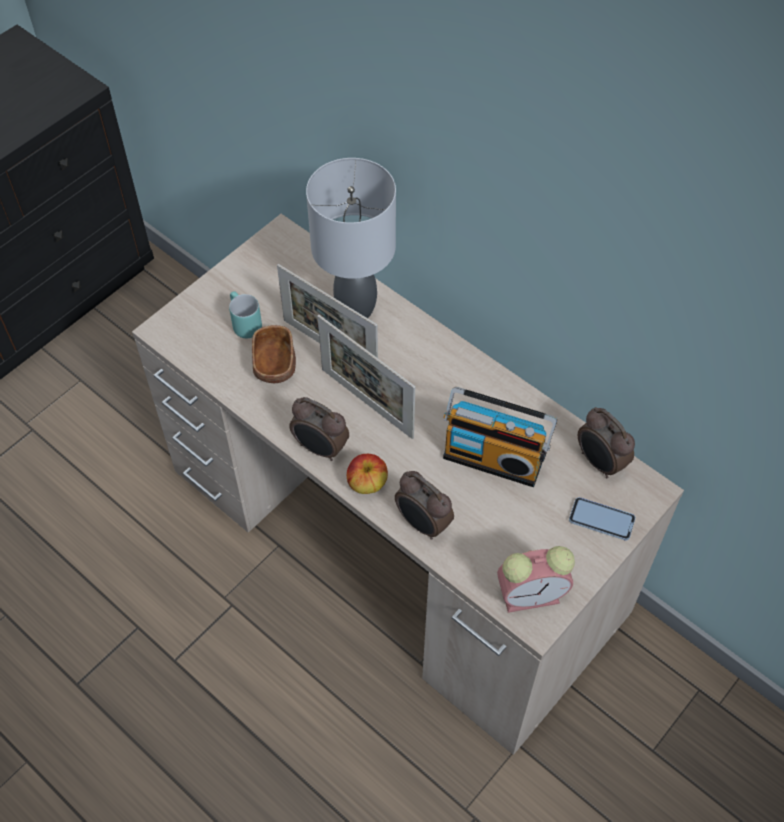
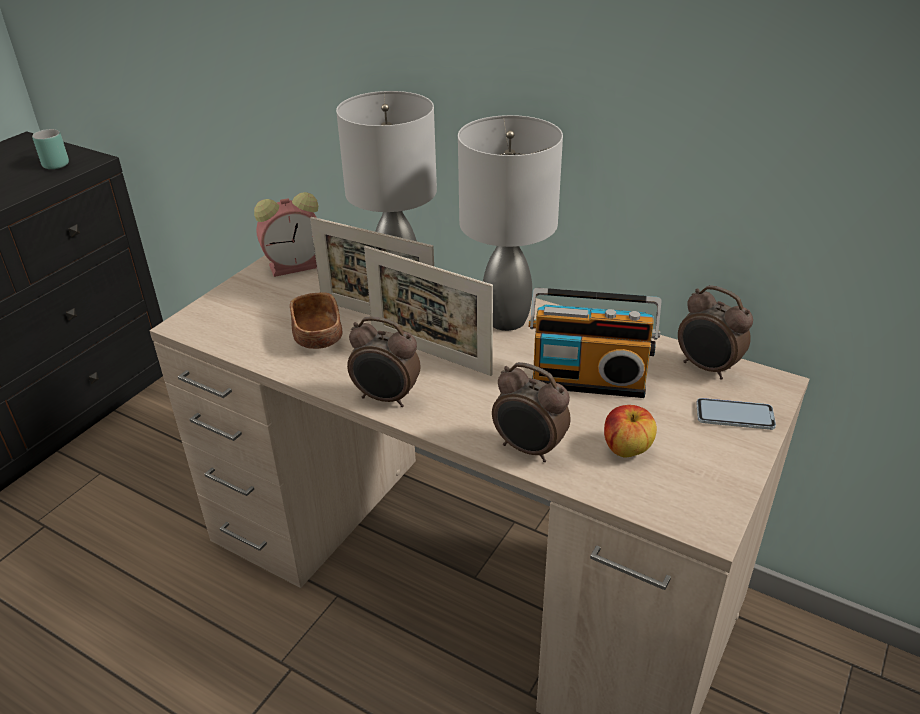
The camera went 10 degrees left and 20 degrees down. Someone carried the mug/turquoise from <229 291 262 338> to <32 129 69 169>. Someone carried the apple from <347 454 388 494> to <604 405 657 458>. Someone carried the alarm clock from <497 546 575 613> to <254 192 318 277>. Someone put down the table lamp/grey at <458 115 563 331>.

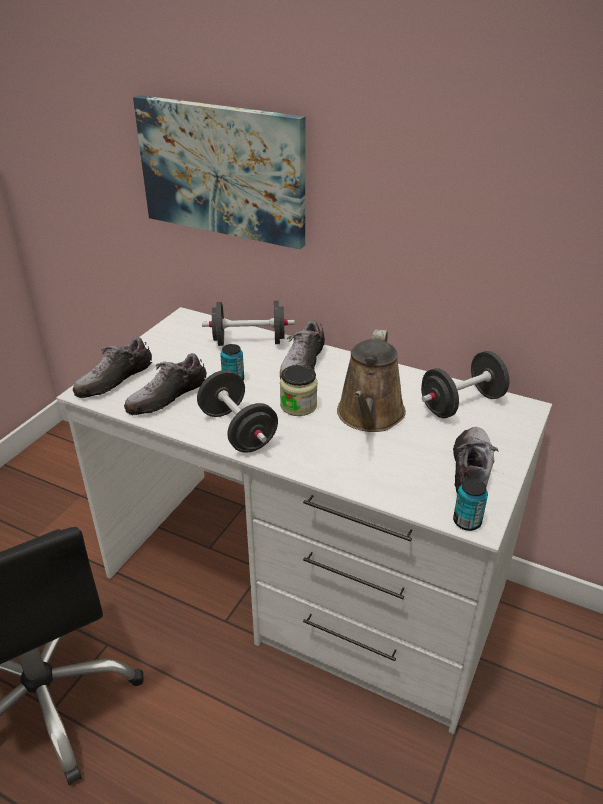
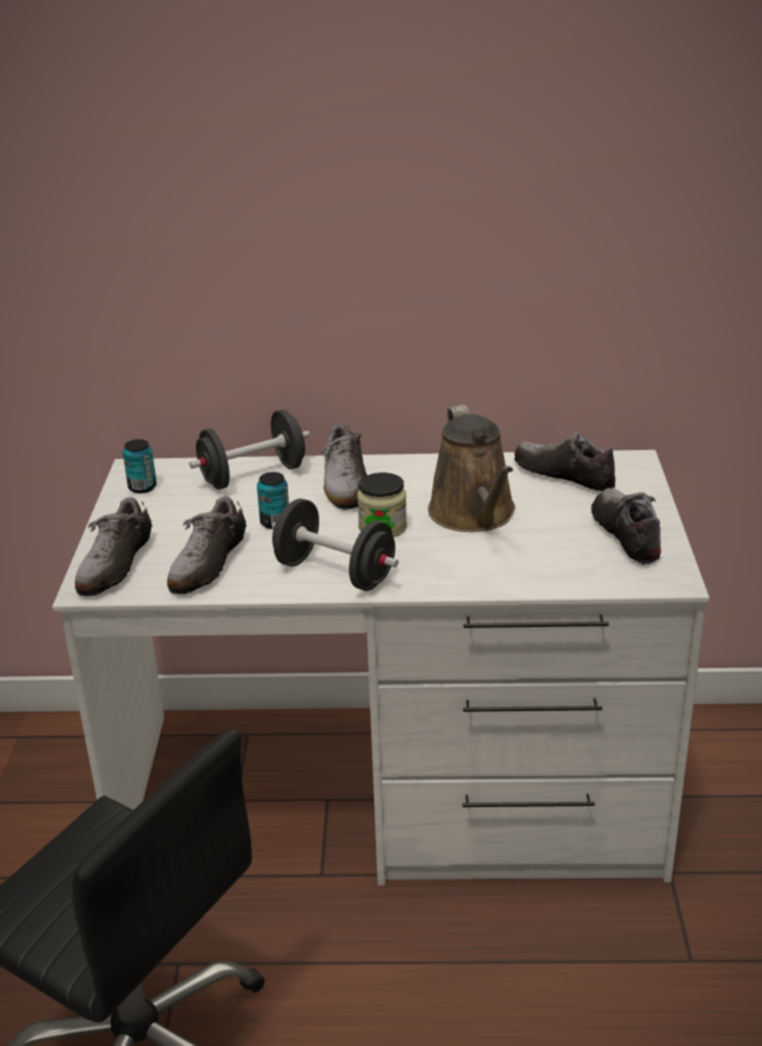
The camera went 25 degrees left and 5 degrees down. Someone took away the picture at <133 95 306 249>. Someone swapped the dumbbell/black at <421 351 510 418> for the shoe at <514 432 616 491>. Someone carried the can from <453 479 488 531> to <123 439 157 493>.

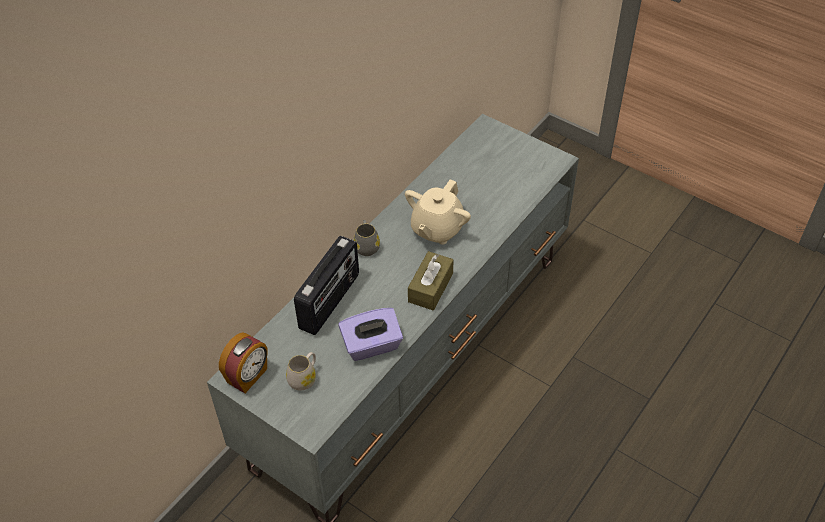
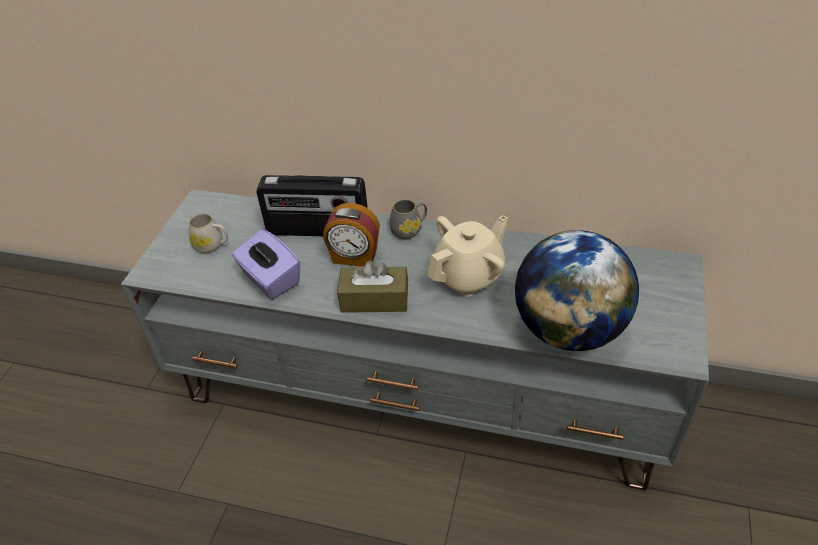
The camera went 70 degrees right and 5 degrees down. Someone rotated the teapot/beige at <405 179 471 245> by 135 degrees clockwise. Someone carried the alarm clock from <219 332 267 393> to <323 203 380 267>. Someone put down the globe at <515 230 639 351>.

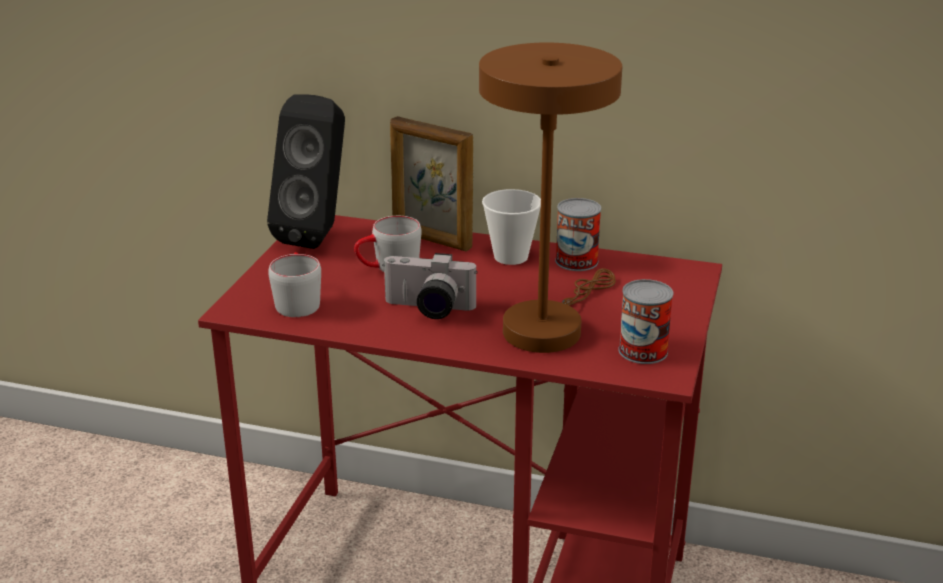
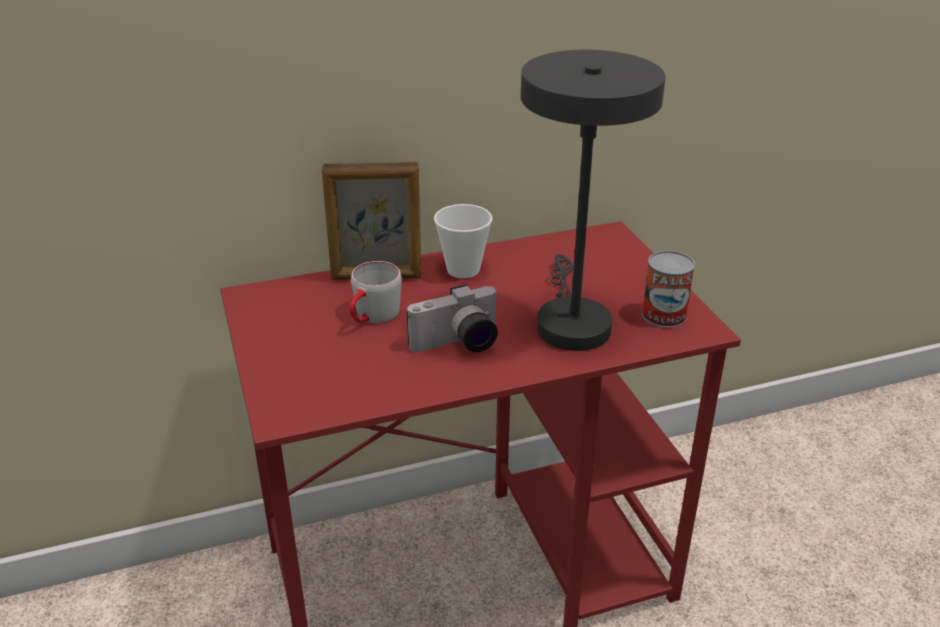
The camera went 35 degrees left and 5 degrees up. Someone repainted the table lamp/brown at <479 43 622 353>, which became the table lamp/grey at <521 50 666 351>. Someone took away the speaker/black at <267 94 345 249>. Someone took away the can at <555 198 601 271>. Someone took away the mug/grey at <268 252 321 317>.

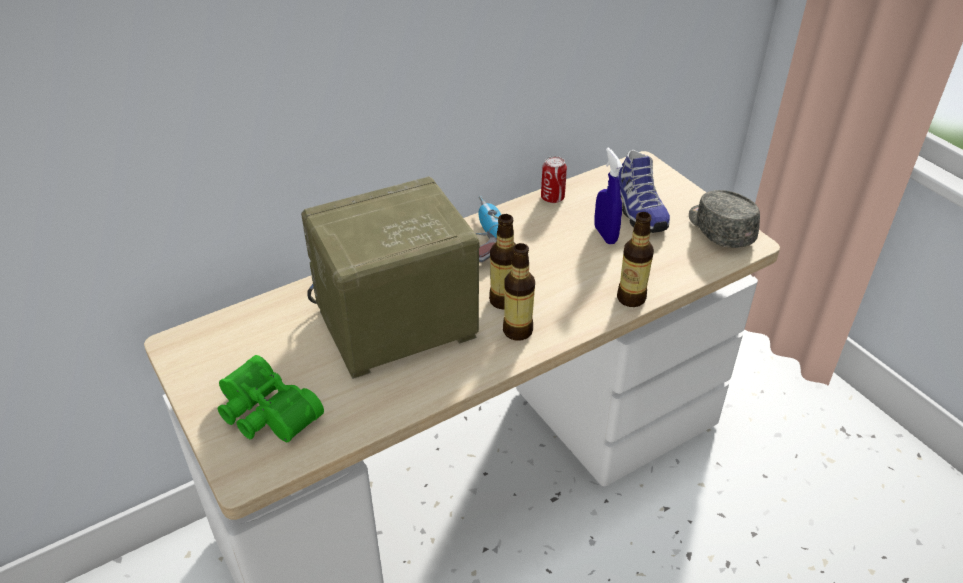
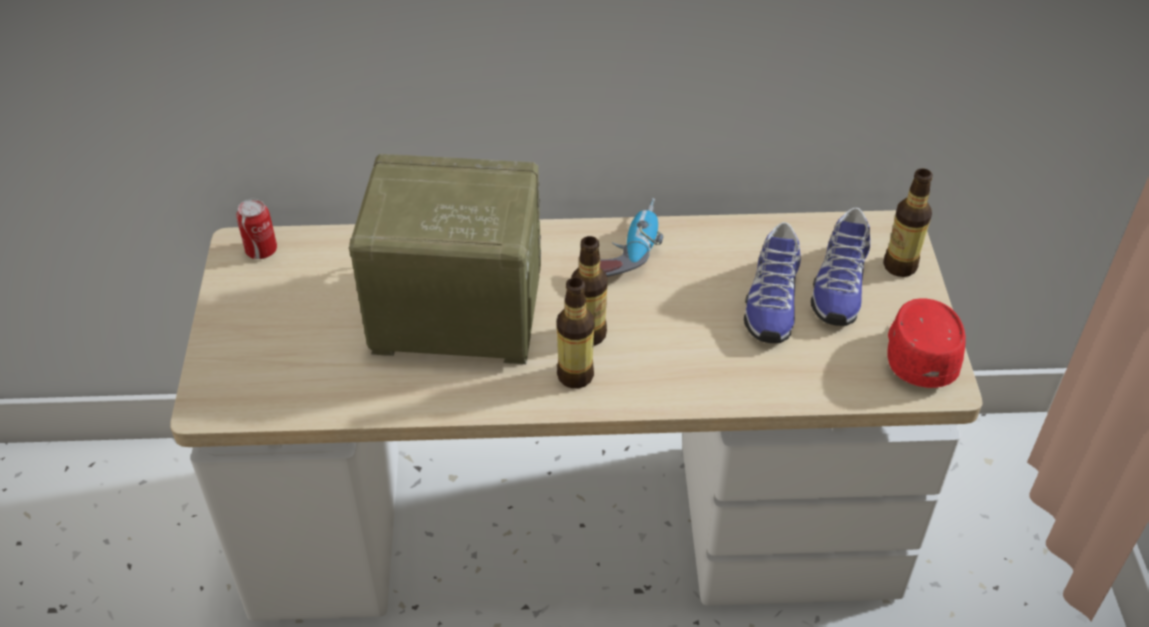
The camera went 30 degrees right and 5 degrees up. Someone swapped the spray bottle/blue at <594 147 623 244> for the shoe at <744 222 801 343>. Someone carried the can from <541 156 567 203> to <236 199 277 259>. Someone repainted the cap/grey at <689 190 760 248>, which became the cap/red at <887 298 966 388>. Someone carried the bottle from <617 212 654 307> to <883 169 933 277>. Someone took away the binoculars/green at <218 355 324 442>.

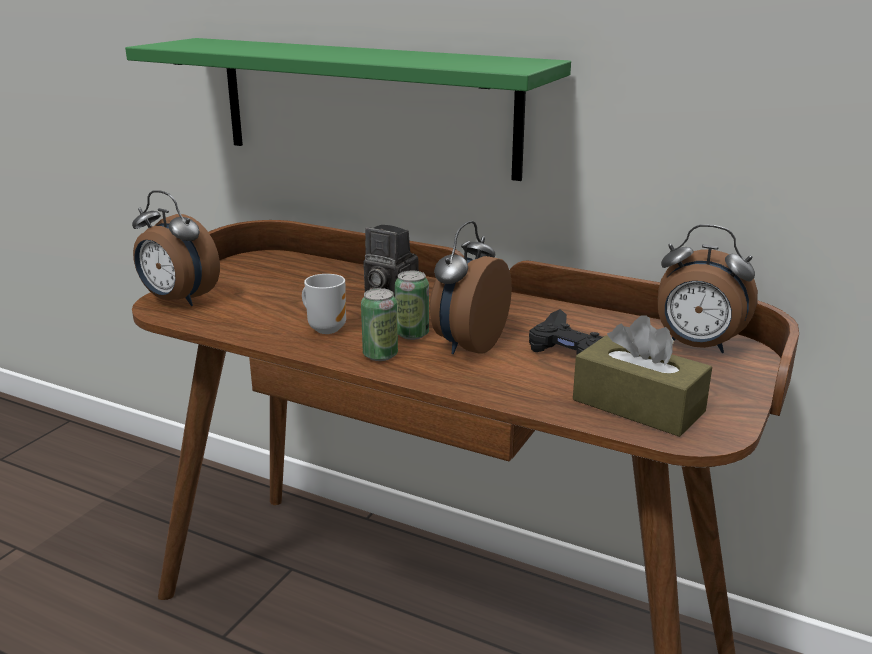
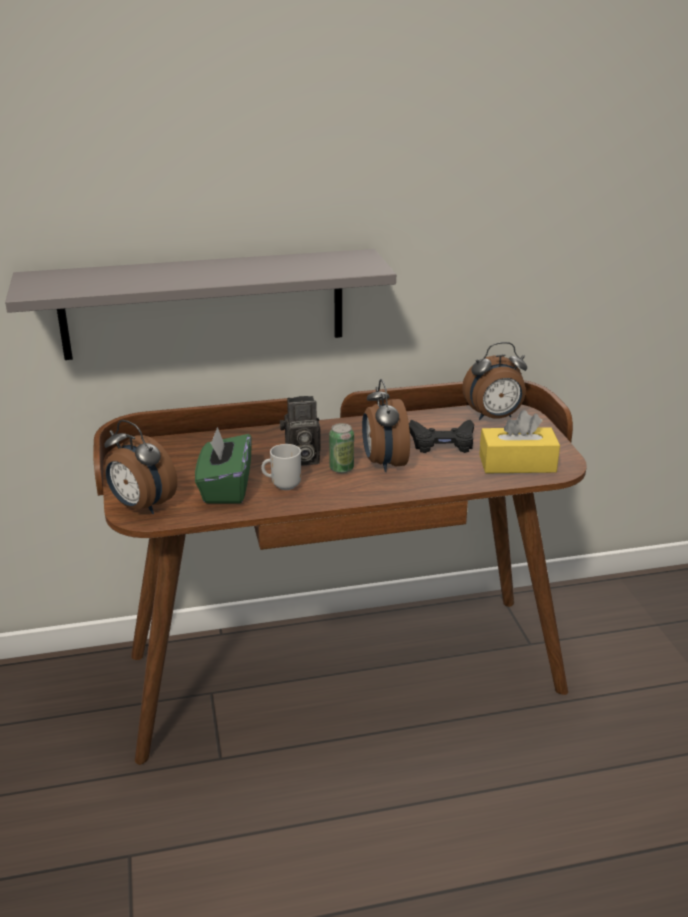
The camera went 40 degrees left and 5 degrees up. Someone repainted the shelf/green at <125 38 571 181>, which became the shelf/grey at <5 249 396 360>. Someone rotated the alarm clock at <132 190 220 306> by 45 degrees clockwise. Someone took away the can at <361 288 398 361>. Someone repainted the tissue box/brown at <573 315 712 437>, which became the tissue box/yellow at <479 410 560 473>. Someone put down the tissue box/green at <195 427 252 504>.

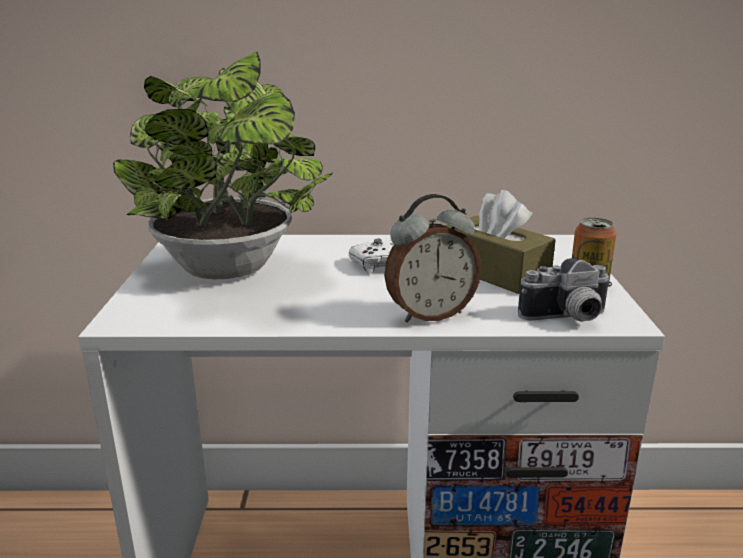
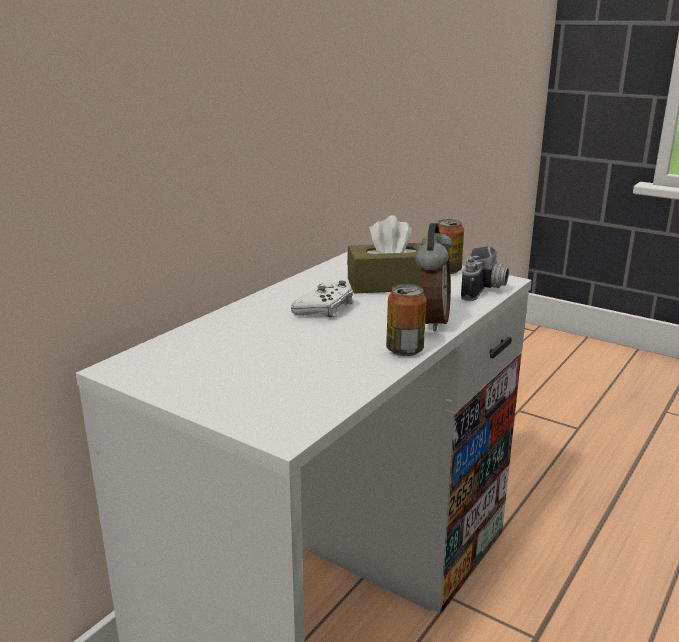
The camera went 55 degrees left and 0 degrees up. Someone took away the potted plant at <113 52 333 279>. Someone put down the can at <386 284 426 356>.

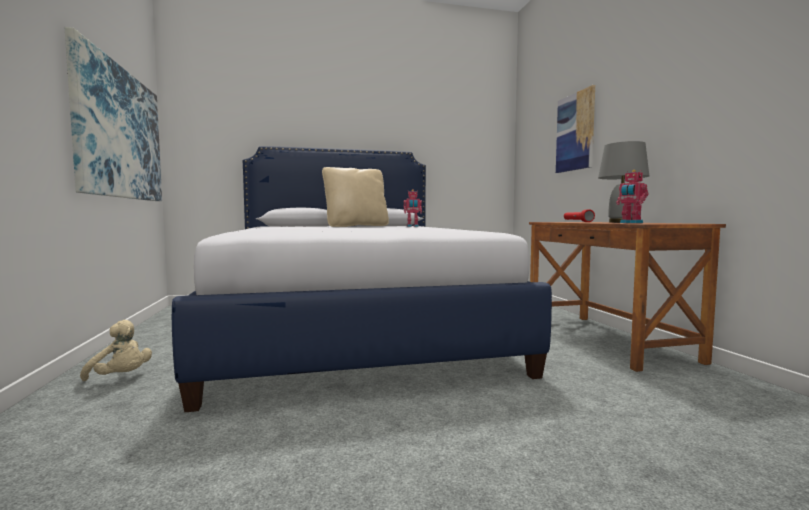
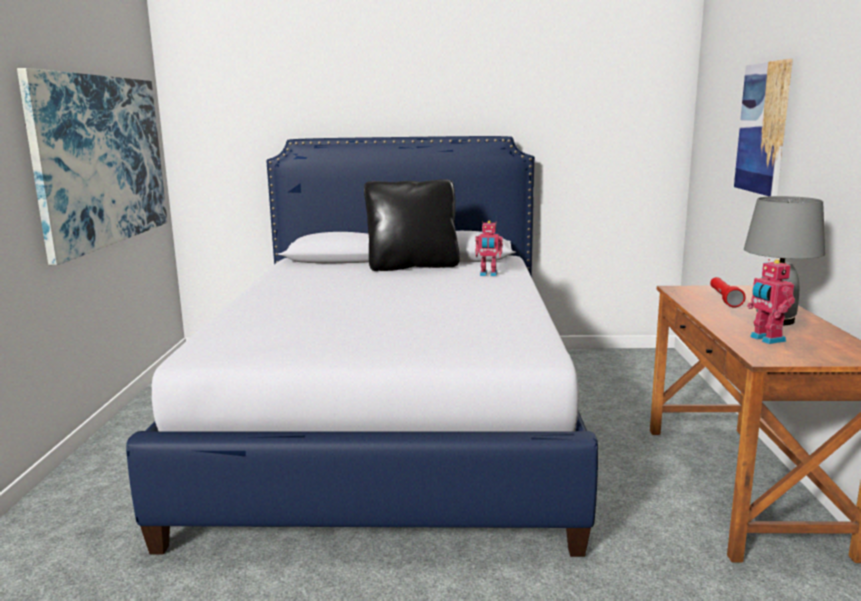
The camera went 15 degrees right and 10 degrees up. Someone repainted the pillow/beige at <322 167 389 227>, which became the pillow/black at <364 179 460 271>. Someone took away the plush toy/beige at <80 320 152 381>.

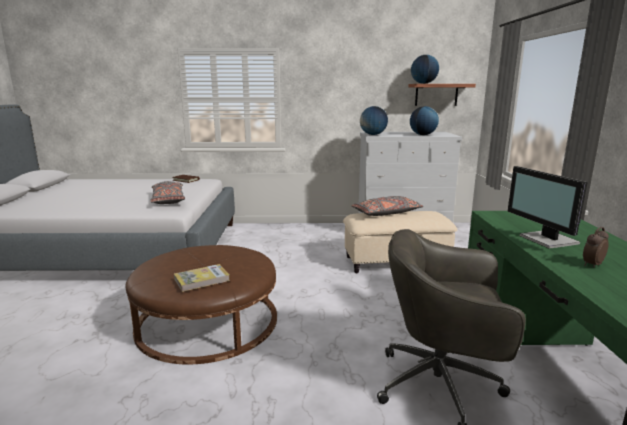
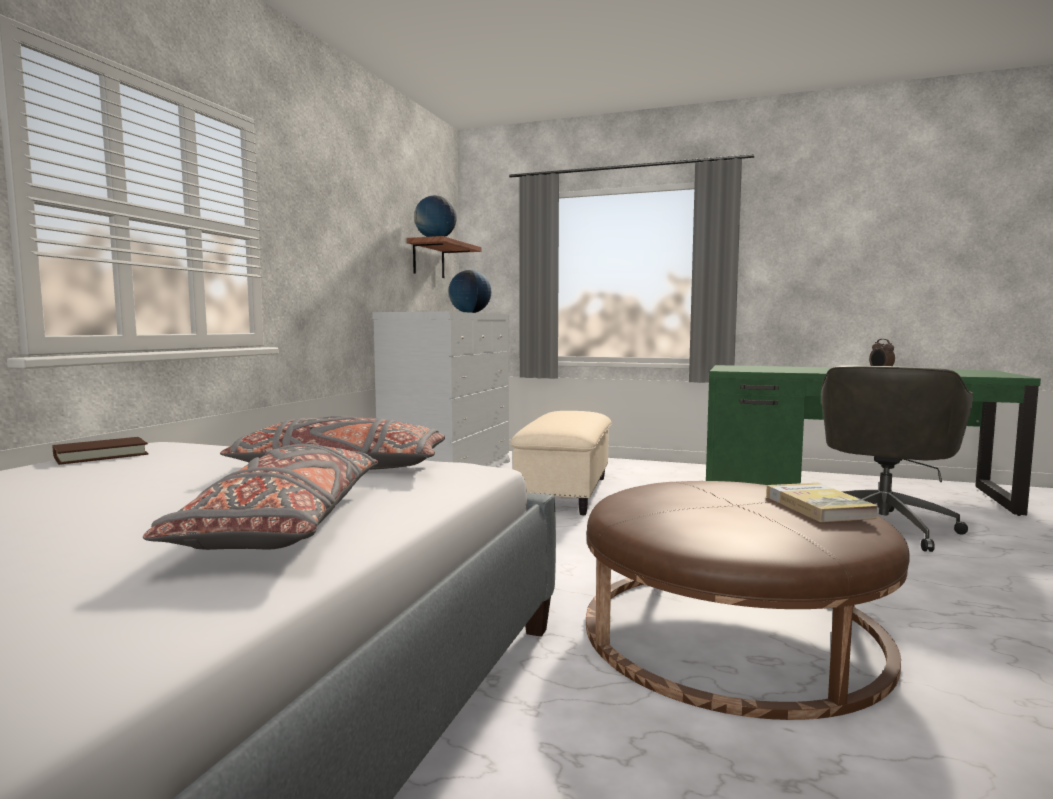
The camera went 70 degrees left and 10 degrees down. Someone took away the globe at <360 106 388 135>. Someone took away the monitor at <507 166 588 249>. Someone carried the pillow/grey from <351 196 423 216> to <143 444 378 550>.

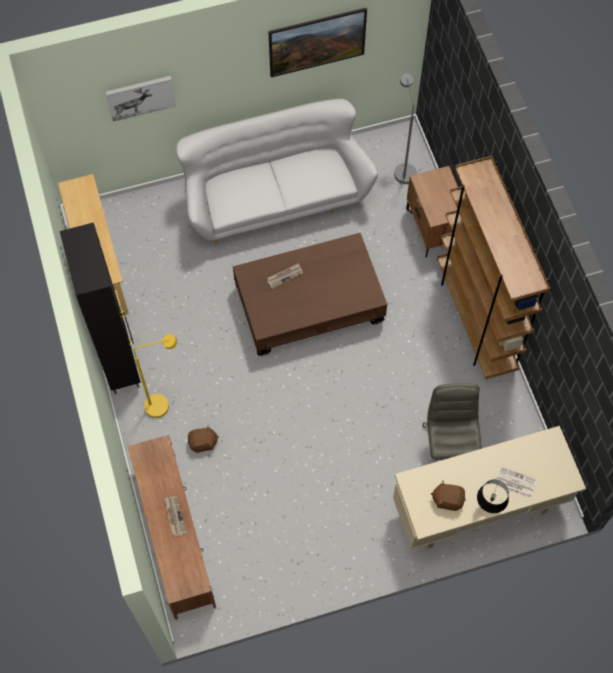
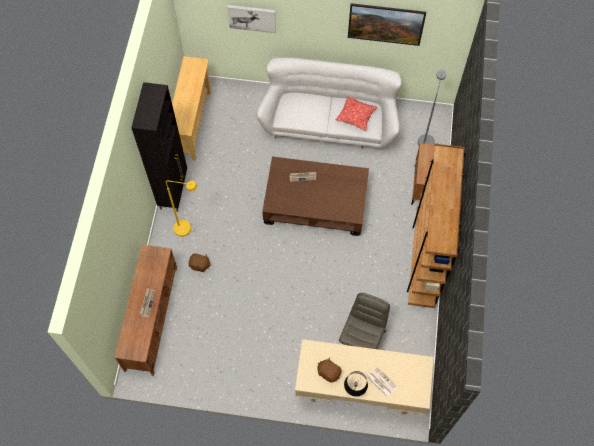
The camera went 25 degrees right and 0 degrees up. Someone put down the pillow at <336 96 377 131>.

